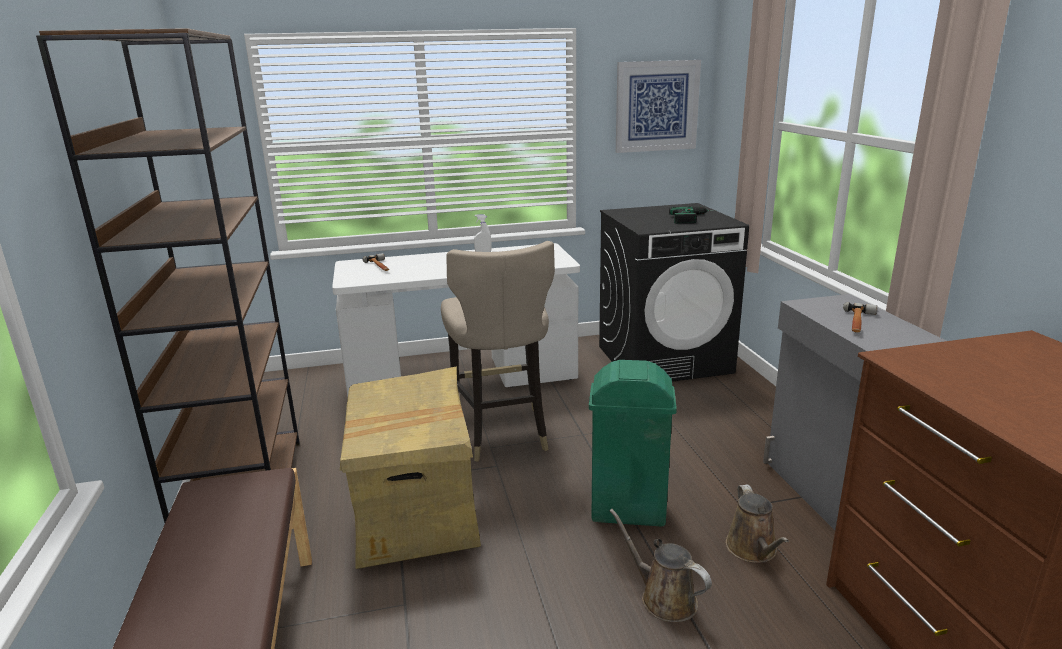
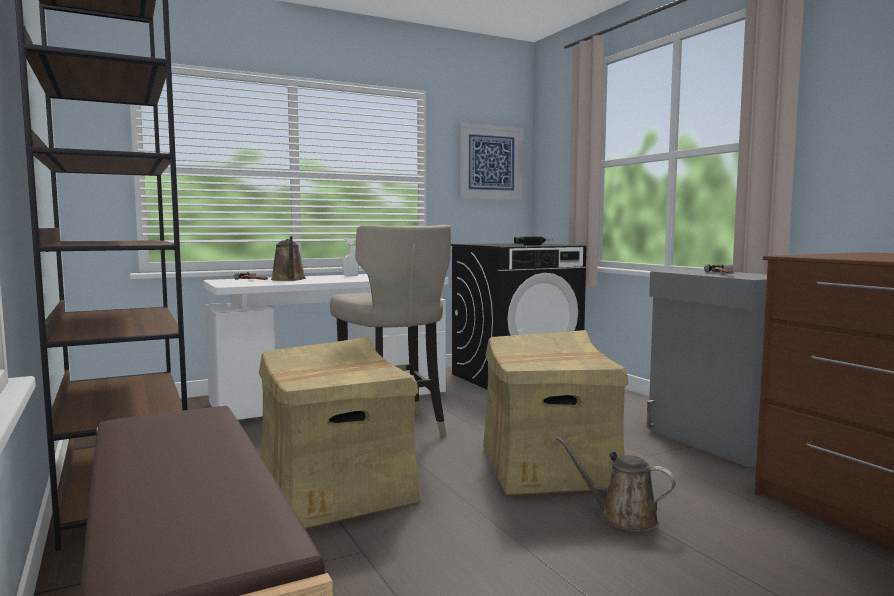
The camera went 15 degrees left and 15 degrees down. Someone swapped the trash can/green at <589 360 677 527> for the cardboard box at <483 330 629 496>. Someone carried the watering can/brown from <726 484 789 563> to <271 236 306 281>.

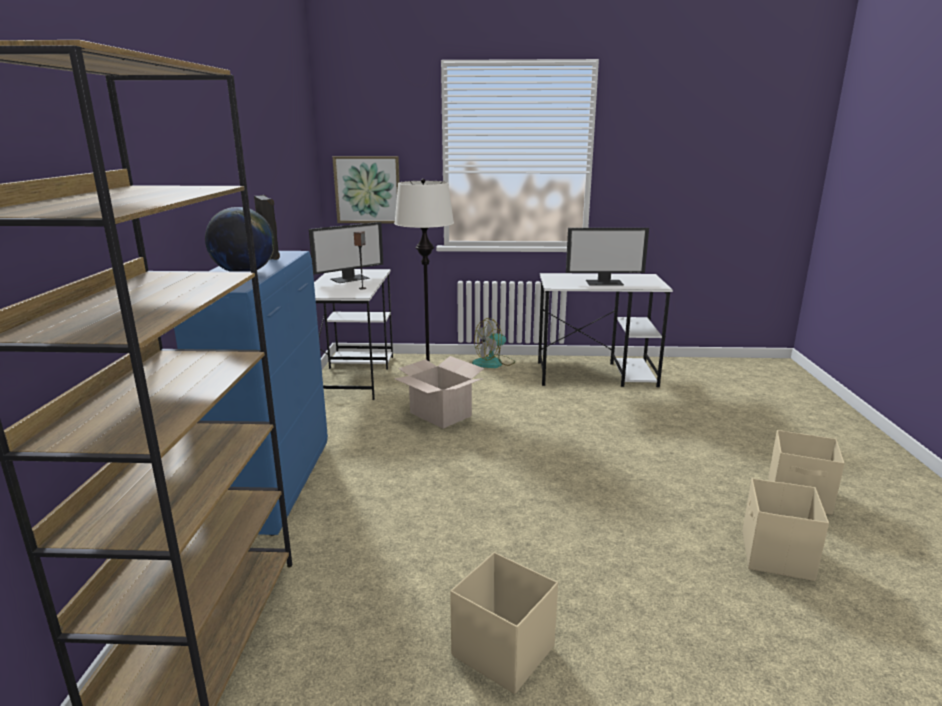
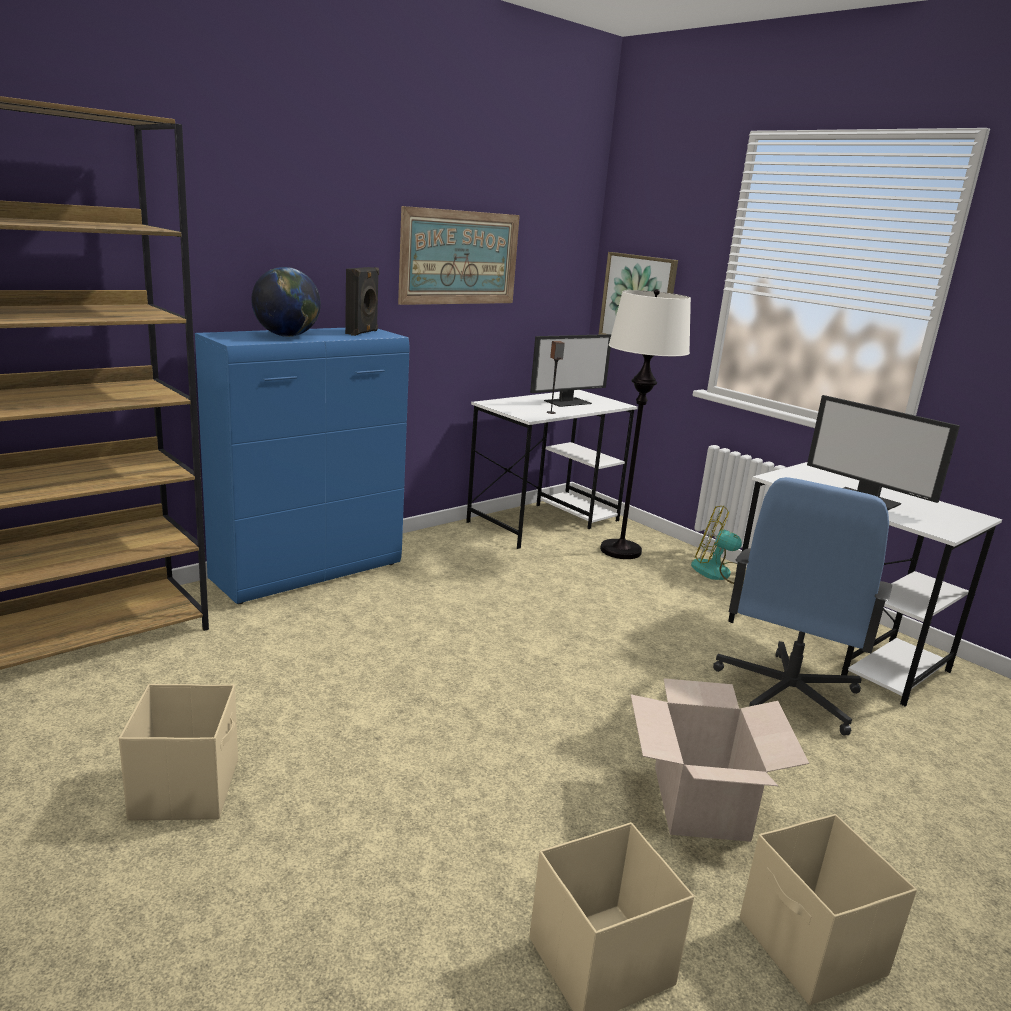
The camera went 45 degrees right and 0 degrees up. Someone rotated the monitor at <309 222 383 283> by 45 degrees counterclockwise. Someone carried the cardboard box from <394 356 484 428> to <631 678 809 842>. Someone put up the picture at <398 206 520 305>. Someone put down the office chair/blue at <713 477 892 735>.

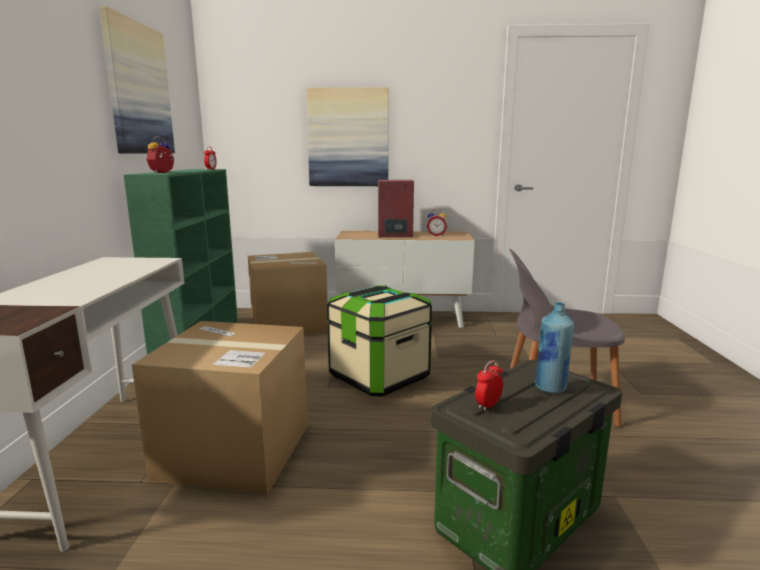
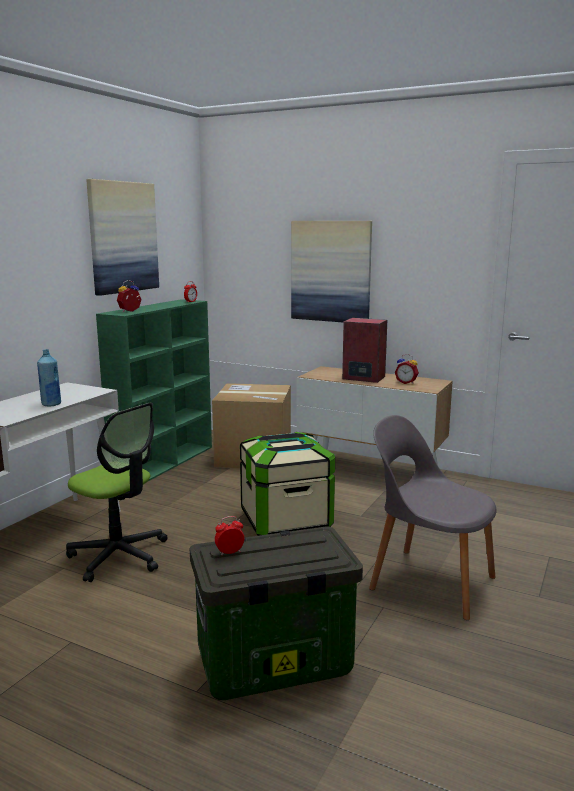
The camera went 25 degrees right and 0 degrees up. Someone carried the bottle/blue from <535 302 574 394> to <37 349 61 407>. Someone swapped the cardboard box at <132 321 308 495> for the office chair at <66 402 168 582>.

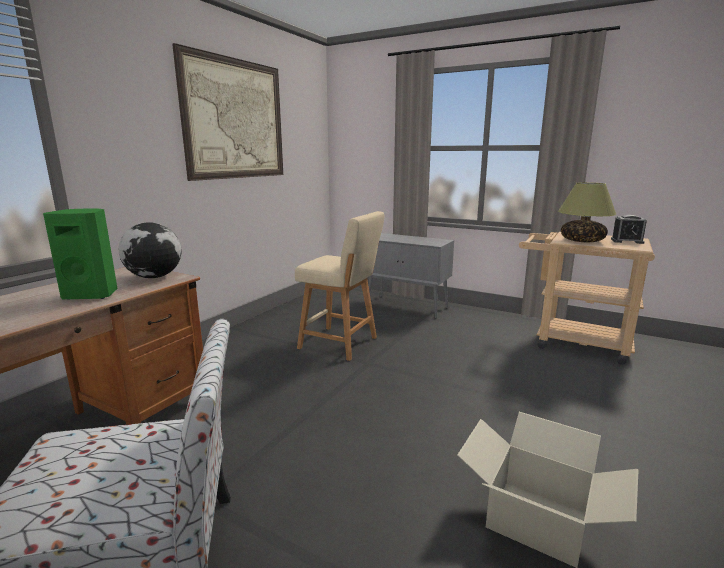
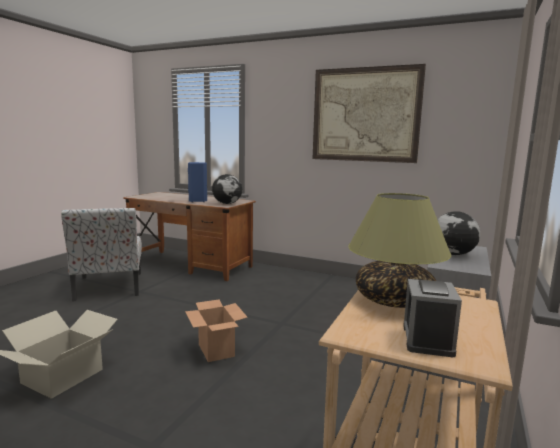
The camera went 85 degrees right and 5 degrees down. Someone repainted the speaker/green at <43 209 117 300>, which became the speaker/blue at <188 162 207 203>. Someone took away the stool/beige at <295 211 385 361>. Someone put down the globe at <437 211 480 255>. Someone put down the cardboard box at <185 300 248 362>.

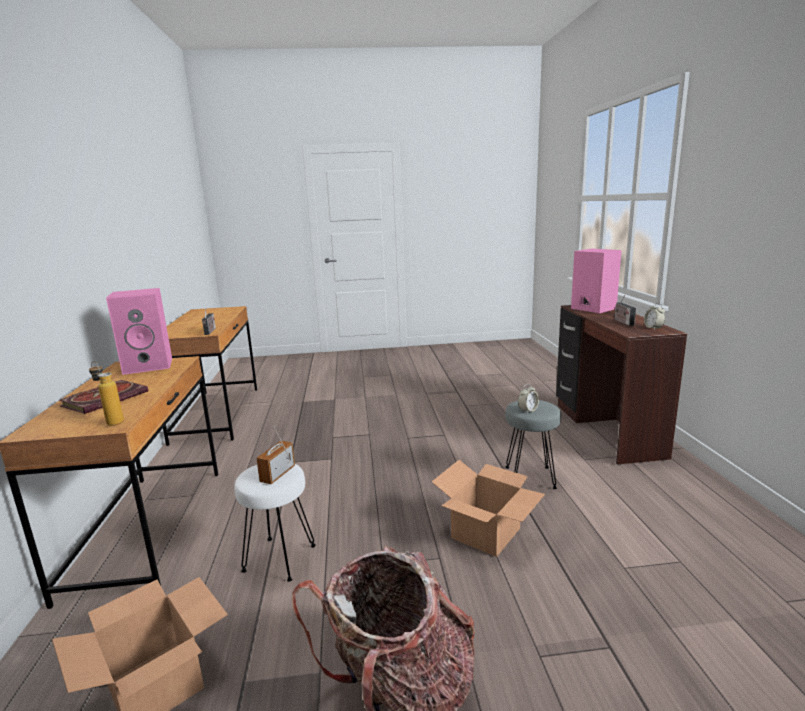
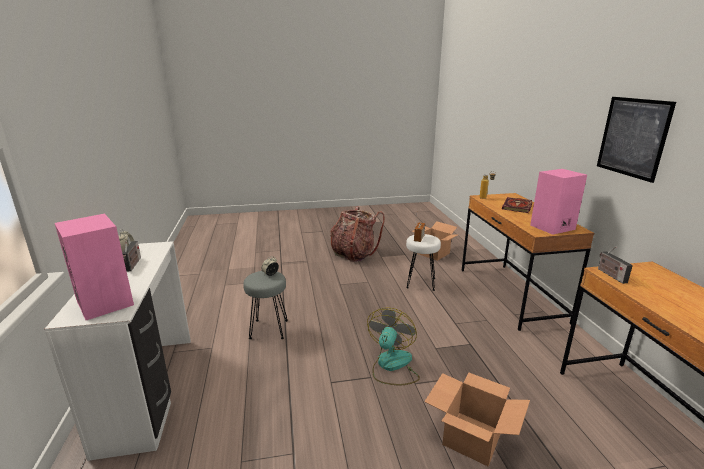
The camera went 175 degrees right and 5 degrees up. Someone repainted the desk/brown at <556 305 687 465>, which became the desk/white at <44 241 191 461>. Someone carried the cardboard box from <432 460 545 557> to <424 373 530 467>. Someone put up the picture at <597 97 676 183>. Someone put down the fan at <367 307 420 385>.

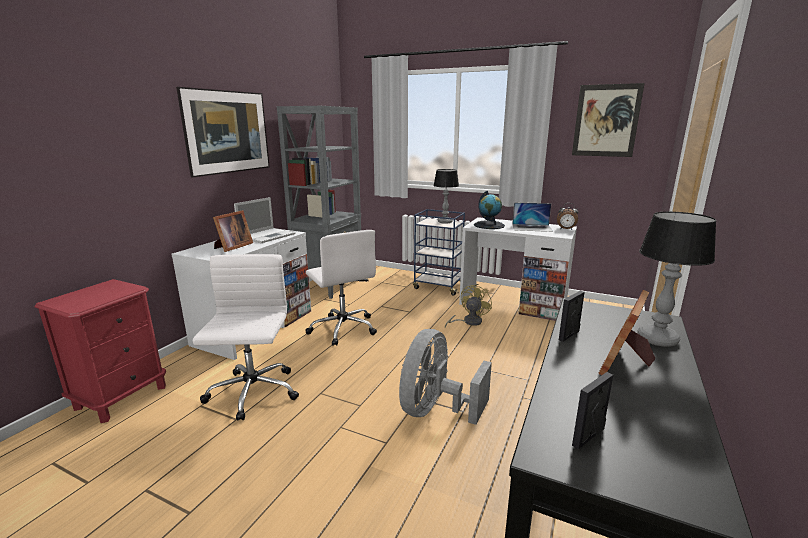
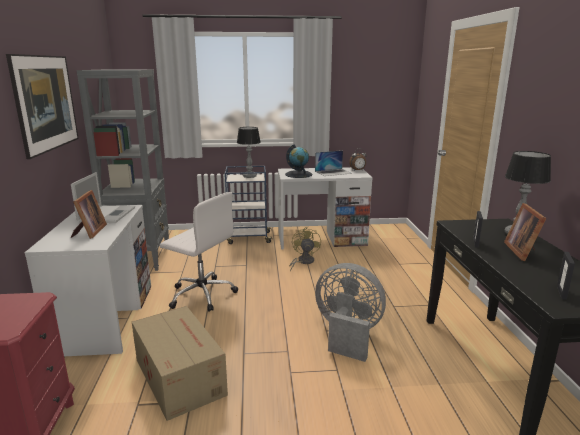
The camera went 30 degrees left and 0 degrees up. Someone took away the picture at <572 83 645 157>. Someone swapped the office chair/white at <193 254 299 421> for the cardboard box at <132 306 228 421>. Someone rotated the fan/grey at <399 329 492 425> by 120 degrees clockwise.

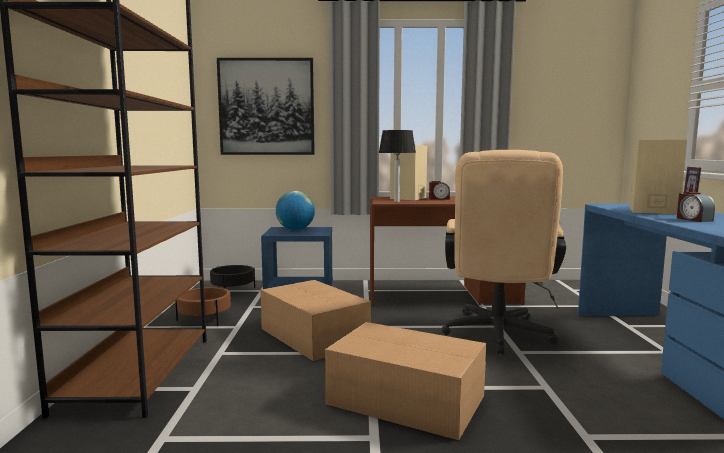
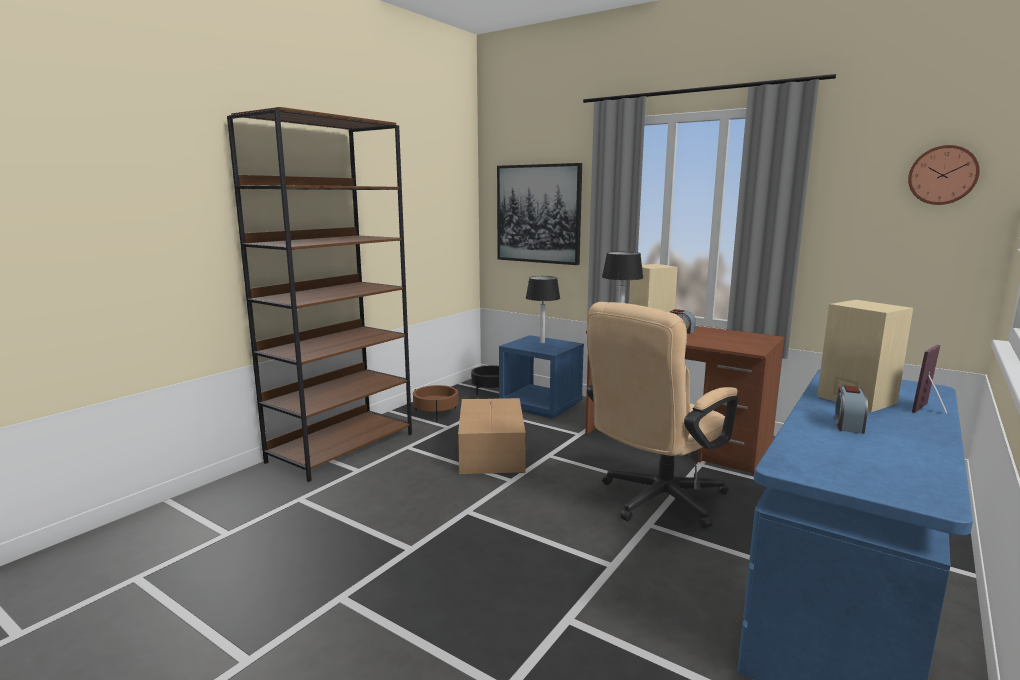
The camera went 35 degrees right and 5 degrees up. Someone swapped the globe at <276 191 315 230> for the table lamp at <526 276 560 343>. Someone took away the cardboard box at <325 322 486 440>. Someone put up the wall clock at <908 145 980 205>.

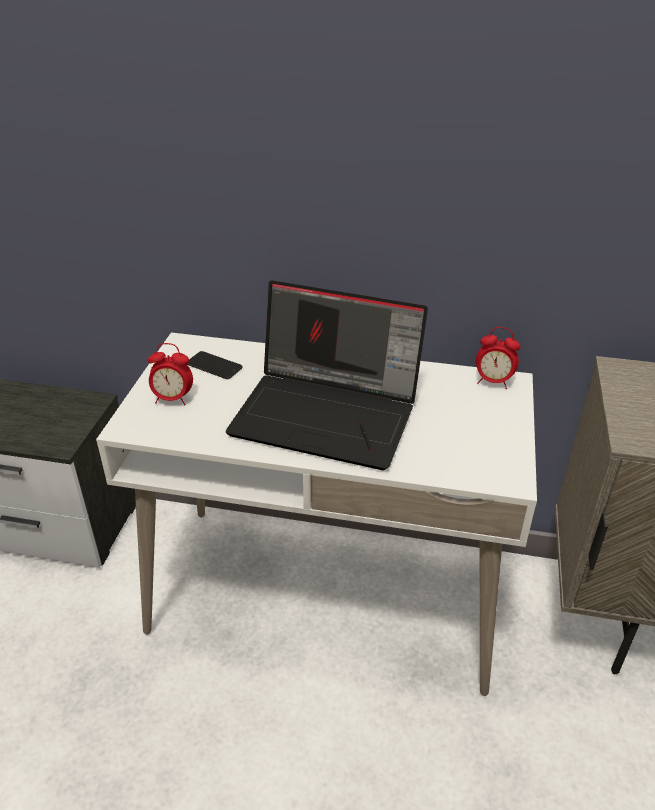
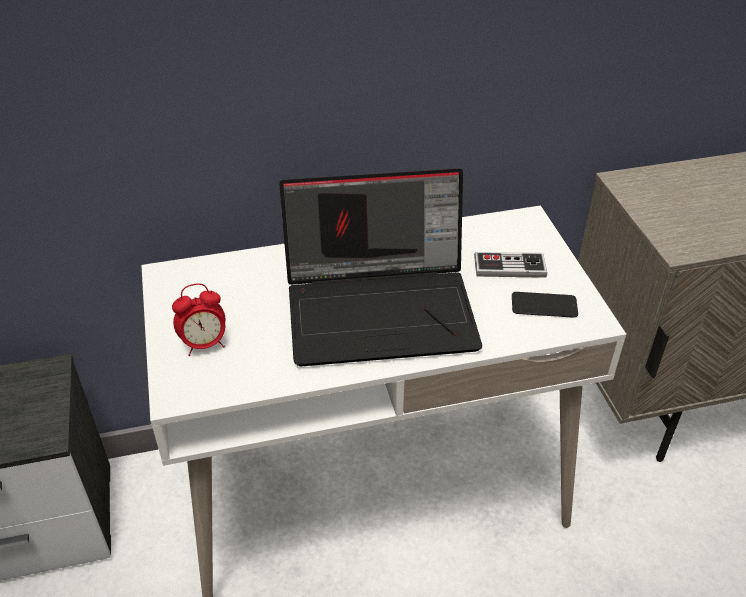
The camera went 25 degrees left and 5 degrees up. Someone took away the alarm clock at <476 327 520 389>. Someone carried the phone from <187 351 243 379> to <512 292 578 318>. Someone put down the game controller at <474 252 547 278>.

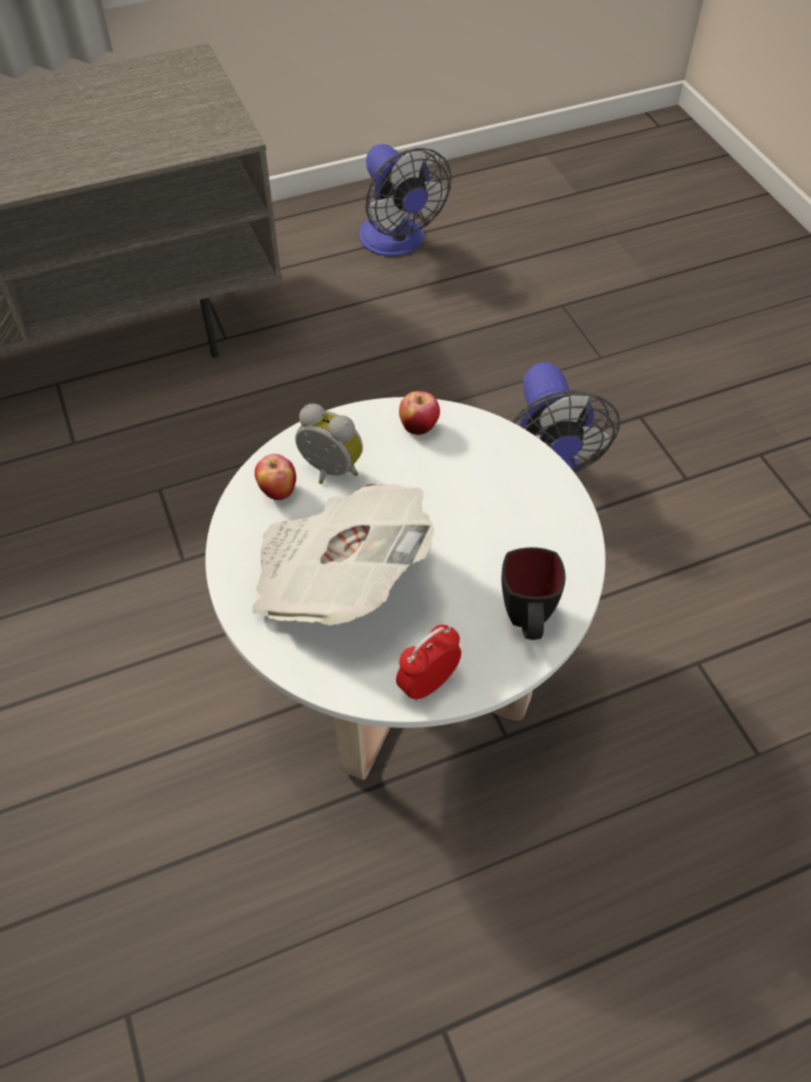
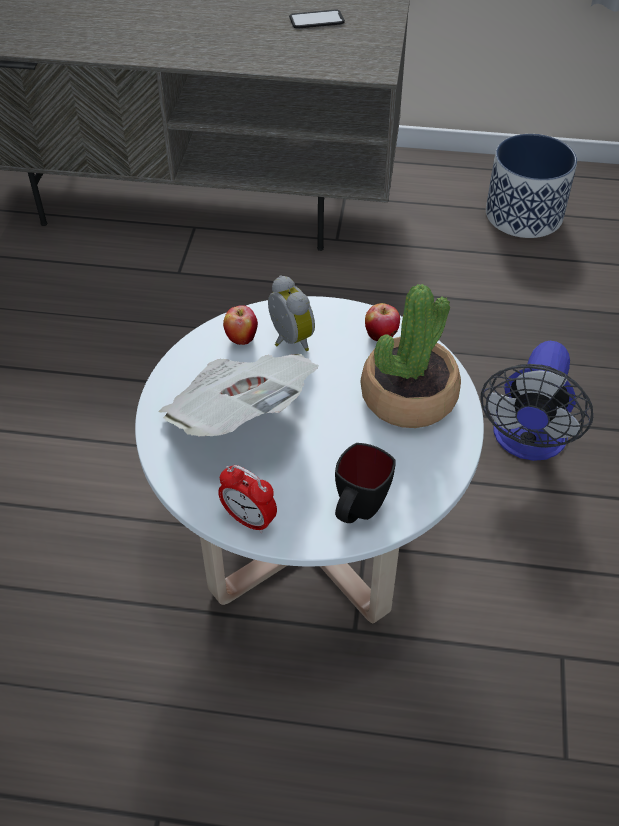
The camera went 30 degrees right and 5 degrees down. Someone swapped the fan at <359 144 452 256> for the planter at <486 134 577 238>. Someone rotated the alarm clock at <396 625 461 702> by 135 degrees counterclockwise. Someone put down the phone at <289 9 345 29>. Someone put down the potted plant at <361 284 461 428>.

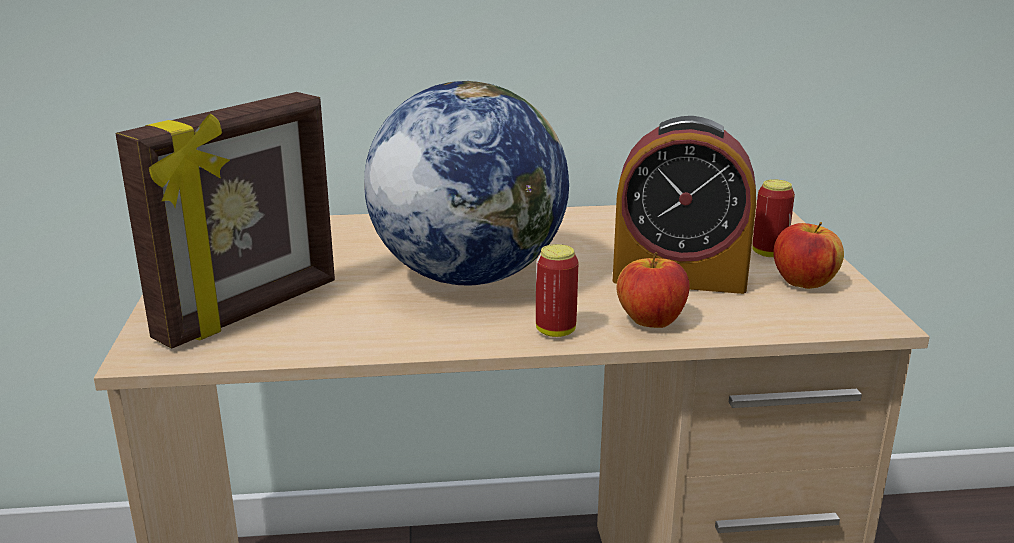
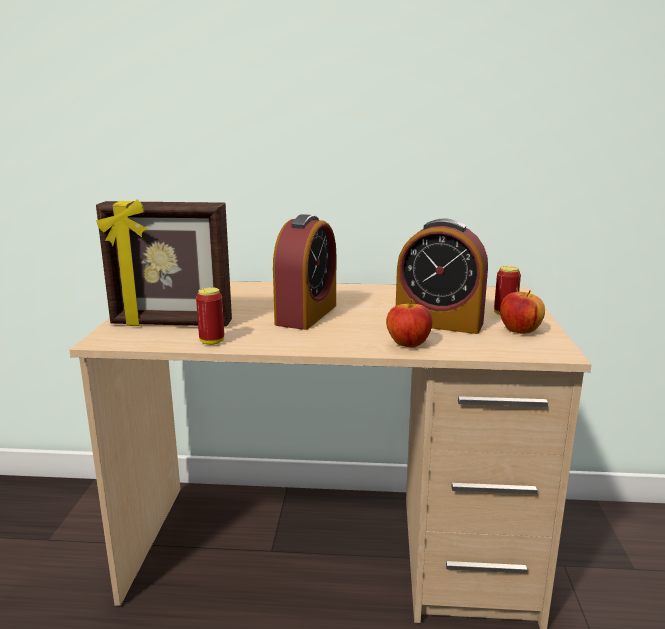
The camera went 10 degrees right and 5 degrees down. Someone swapped the globe at <364 81 569 286> for the alarm clock at <273 214 336 330>. Someone rotated the picture frame at <116 92 335 348> by 45 degrees clockwise. Someone carried the can from <536 244 578 337> to <196 287 224 345>.

